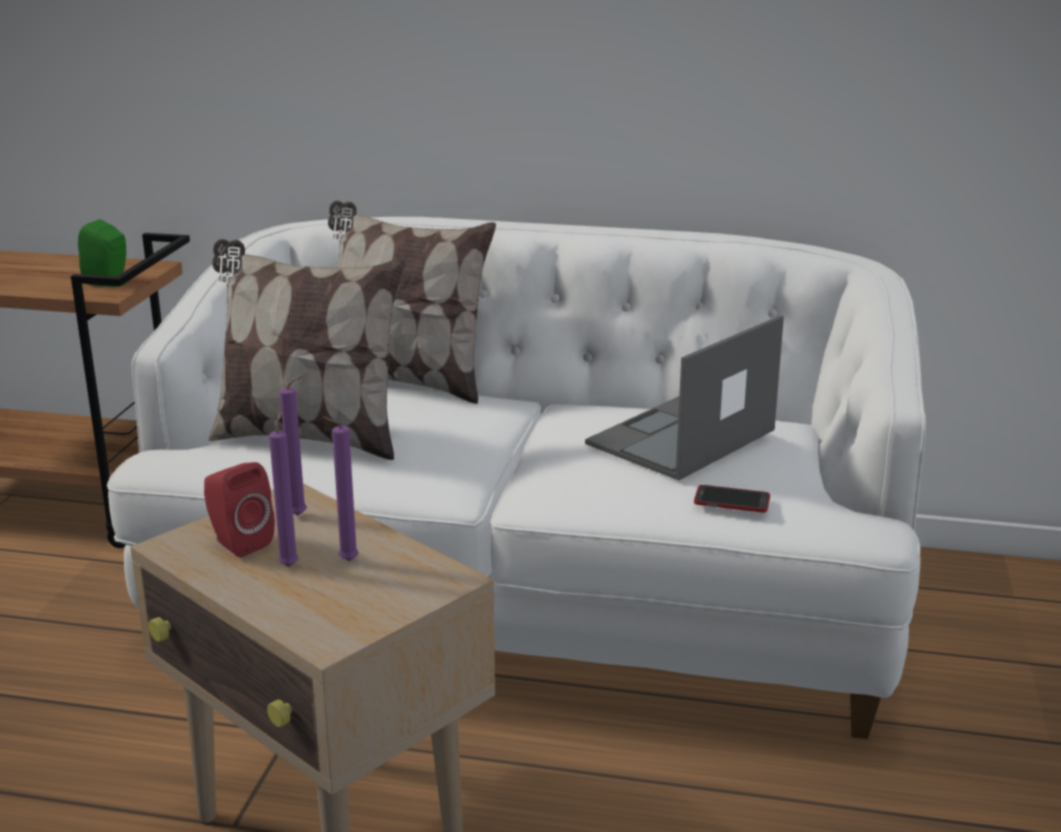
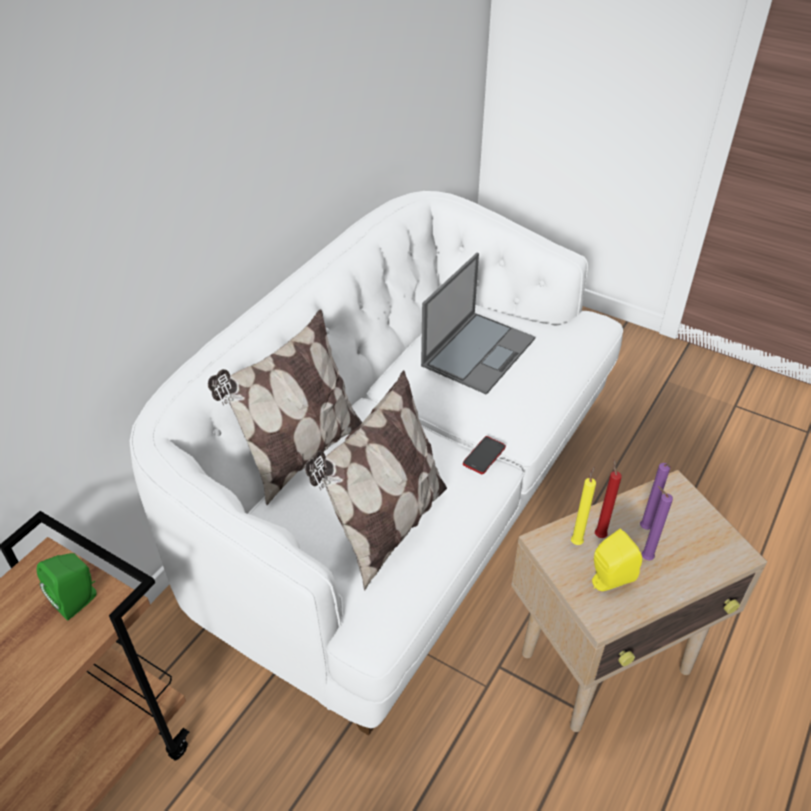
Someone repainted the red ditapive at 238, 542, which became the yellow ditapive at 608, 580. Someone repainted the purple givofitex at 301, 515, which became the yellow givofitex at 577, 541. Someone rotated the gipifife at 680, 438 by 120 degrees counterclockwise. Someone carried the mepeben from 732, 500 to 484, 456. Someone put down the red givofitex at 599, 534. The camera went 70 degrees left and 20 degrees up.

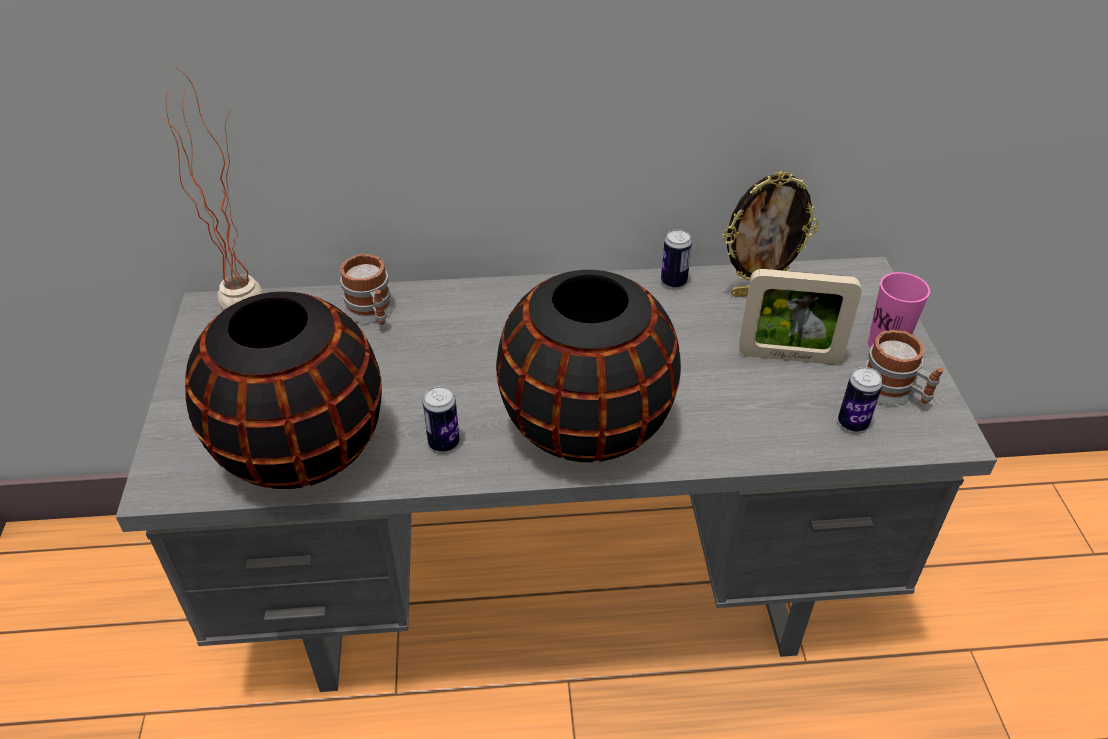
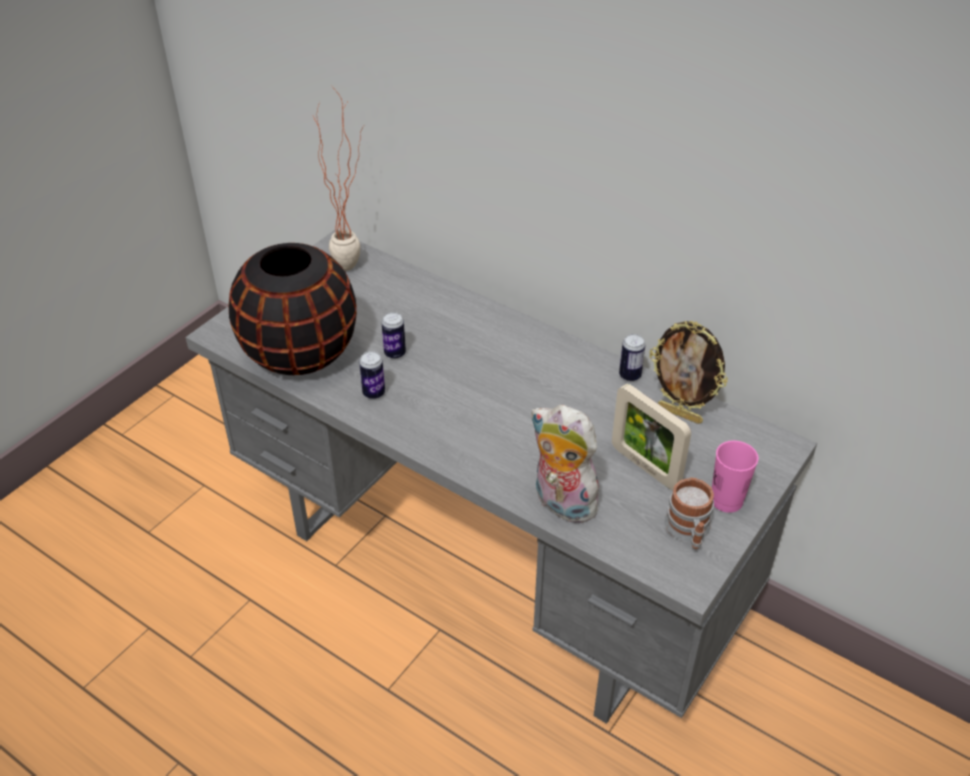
Someone took away the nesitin at 372, 313. Someone took away the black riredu at 585, 426. Someone carried the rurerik from 852, 423 to 395, 353. Someone put down the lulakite at 561, 503. The camera went 40 degrees right and 0 degrees up.

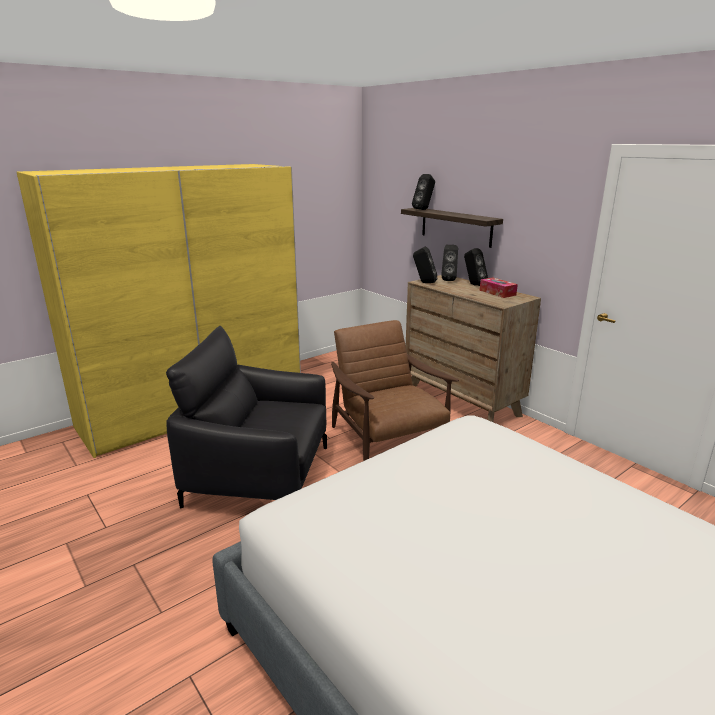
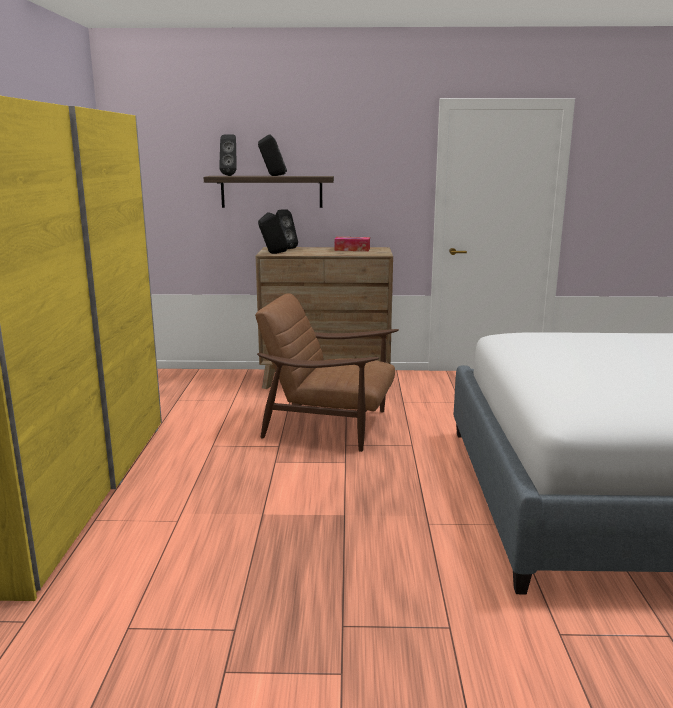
Someone took away the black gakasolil at 260, 475. Someone carried the black ditapive from 473, 284 to 273, 176. The camera went 50 degrees left and 5 degrees down.

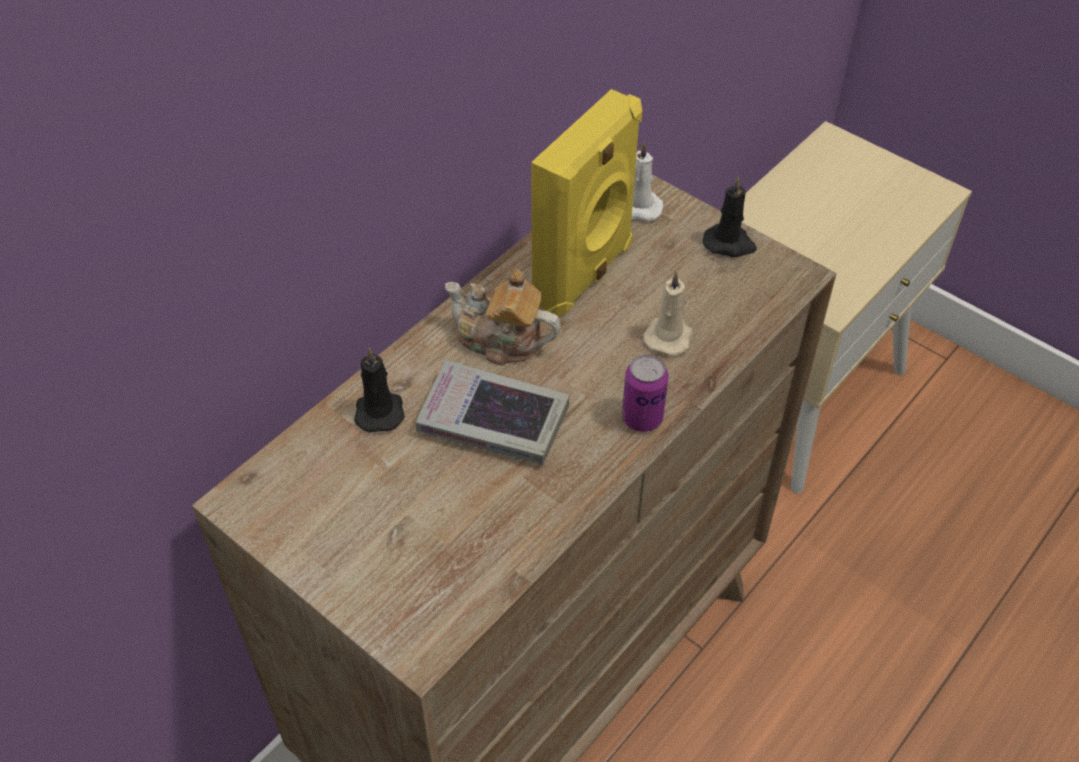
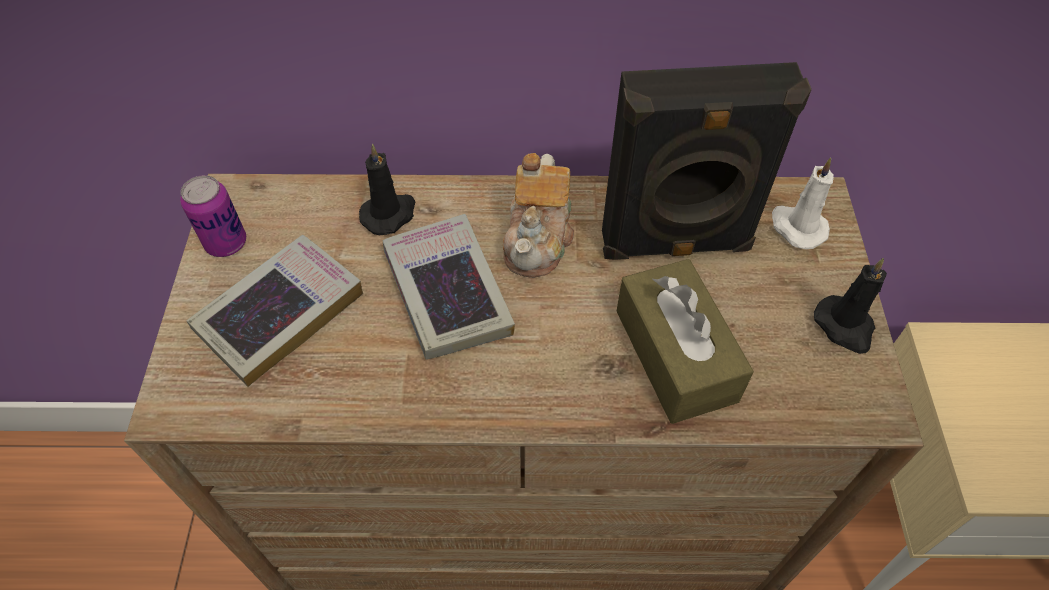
Someone rotated the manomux at 501, 341 by 150 degrees counterclockwise. Someone repainted the yellow ditapive at 585, 275, which became the black ditapive at 676, 245. Someone carried the rurerik from 642, 418 to 226, 243. Someone swapped the beige givofitex at 669, 336 for the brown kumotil at 675, 355. Someone put down the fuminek at 280, 313. The camera went 50 degrees right and 5 degrees up.

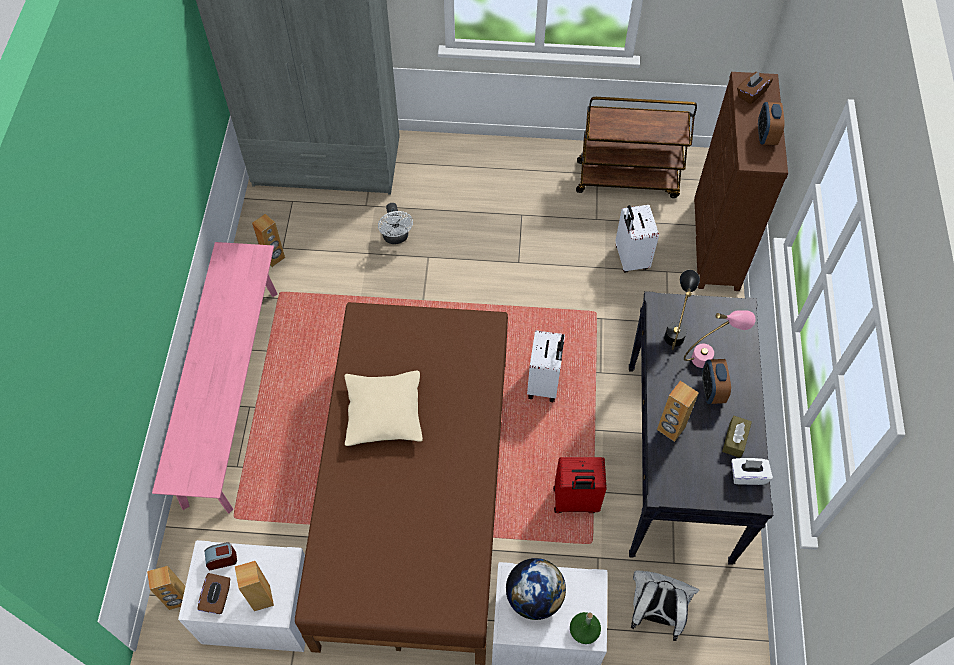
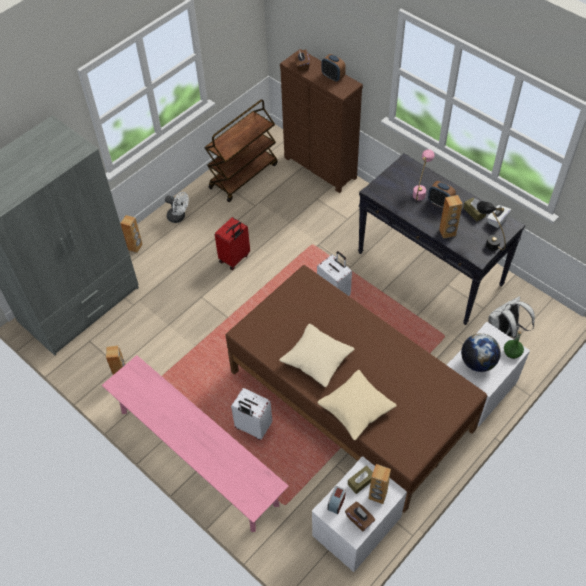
Someone carried the brown ditapive from 178, 599 to 135, 247. Someone carried the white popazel from 396, 238 to 179, 217. Someone carried the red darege from 575, 501 to 235, 258. Someone carried the white darege from 630, 258 to 253, 427. Someone carried the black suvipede from 675, 329 to 487, 241. Someone put down the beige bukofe at 356, 409. Someone put down the brown kumotil at 361, 481. The camera went 50 degrees left and 5 degrees down.

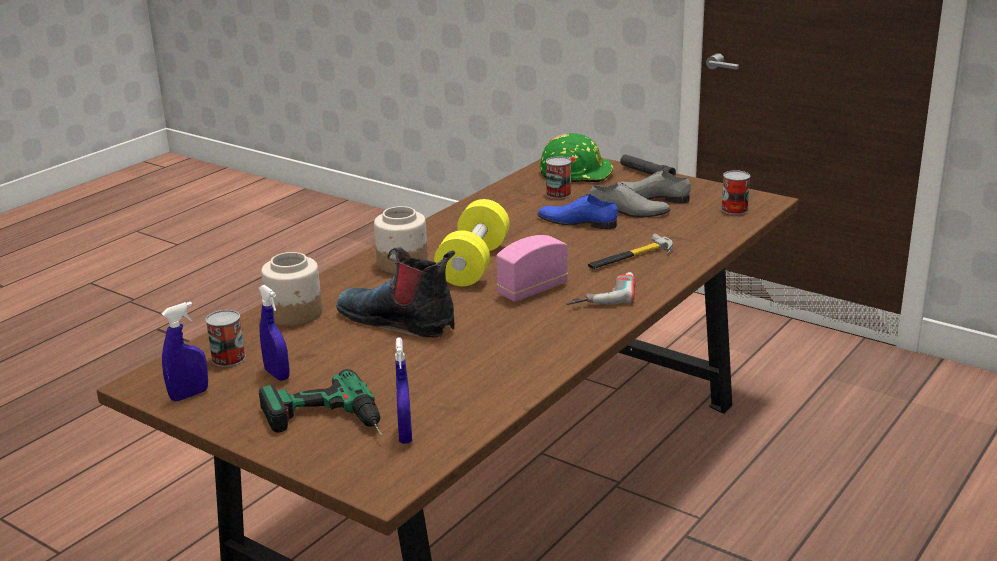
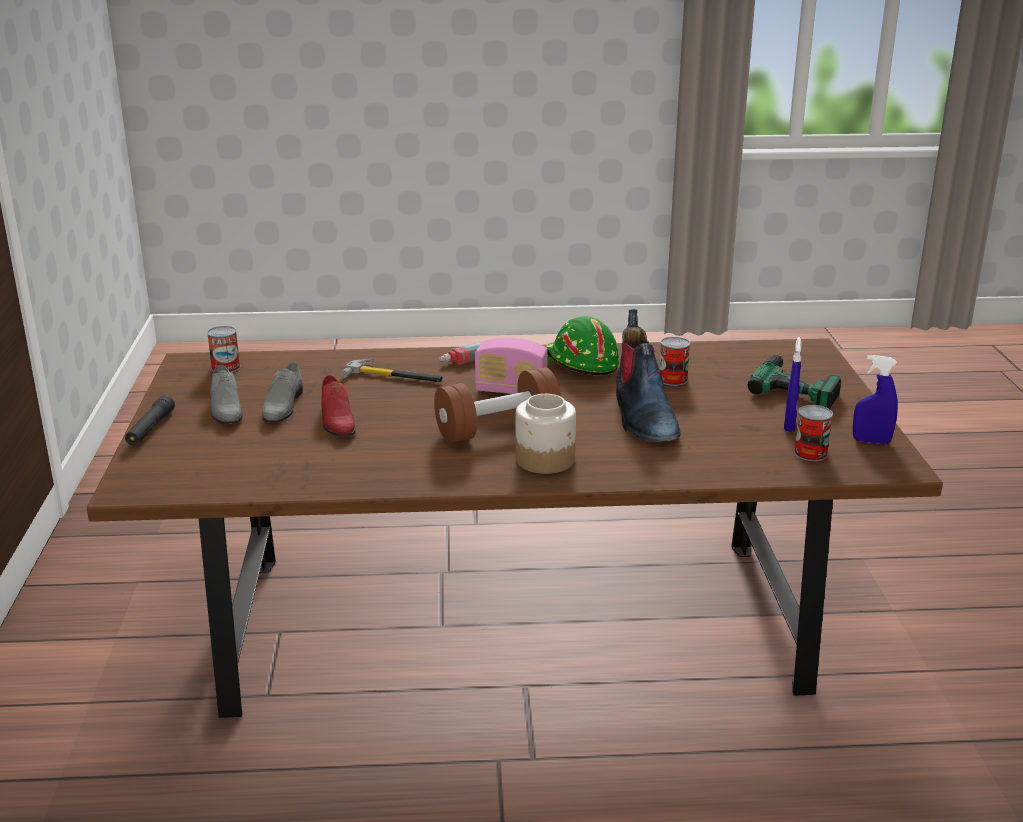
Someone took away the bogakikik at 295, 314. Someone took away the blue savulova at 405, 435. Someone repainted the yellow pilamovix at 474, 264, which became the brown pilamovix at 498, 429. Someone repainted the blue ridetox at 577, 221, which became the red ridetox at 336, 419. Someone carried the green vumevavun from 576, 173 to 580, 363. Someone carried the rurerik from 558, 194 to 673, 379. Someone rotated the grey ridetox at 629, 212 by 150 degrees counterclockwise. The camera went 130 degrees left and 0 degrees up.

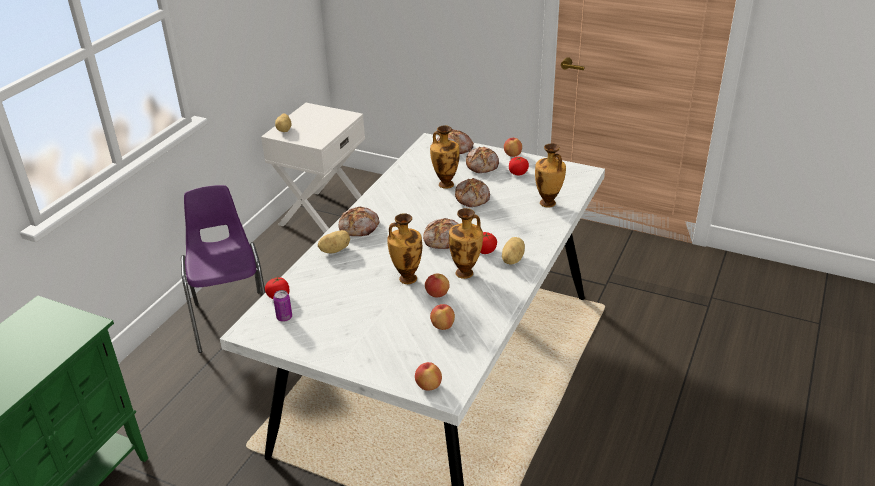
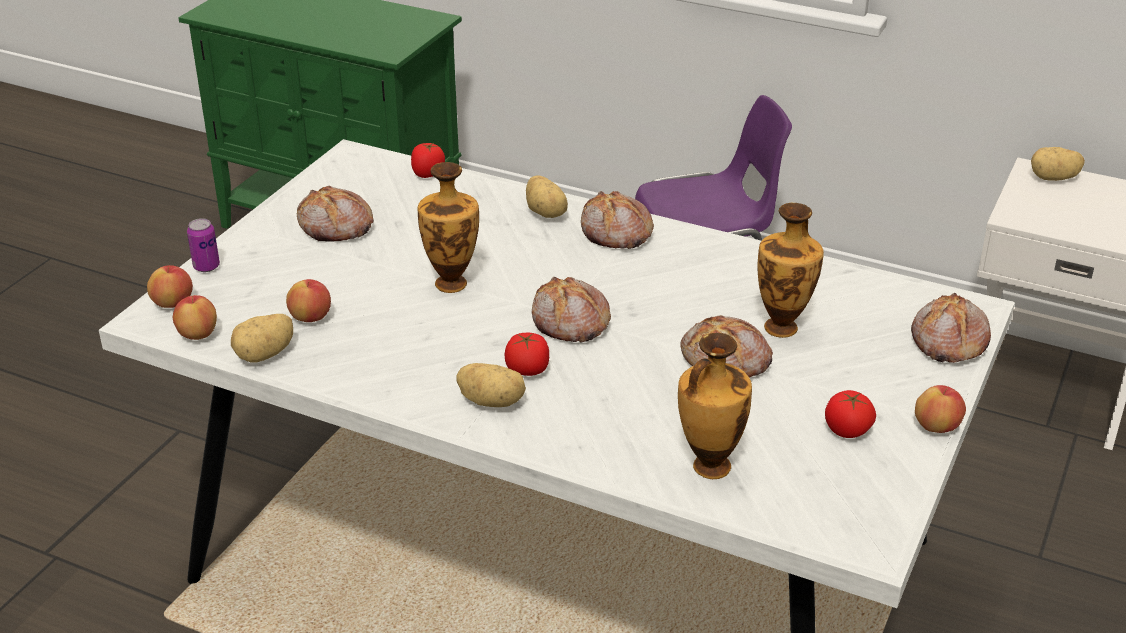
Someone carried the rurerik from 284, 317 to 206, 266. Someone carried the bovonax from 437, 294 to 198, 334. Someone took away the riredu at 466, 273. Someone carried the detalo from 483, 165 to 335, 227. Someone put down the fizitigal at 265, 354. The camera went 90 degrees right and 0 degrees up.

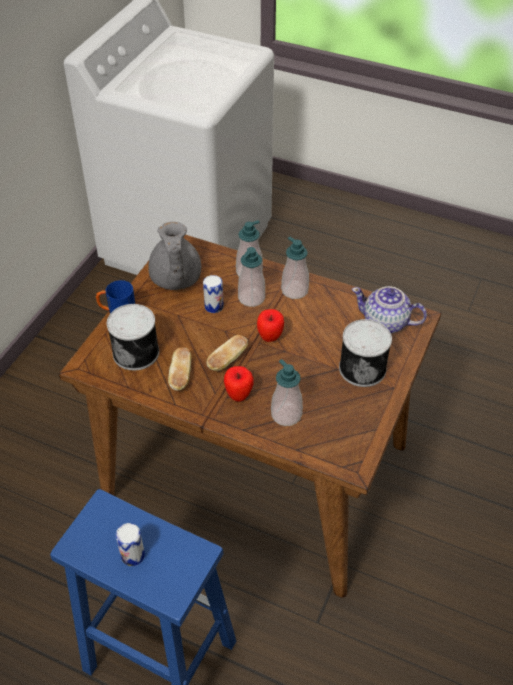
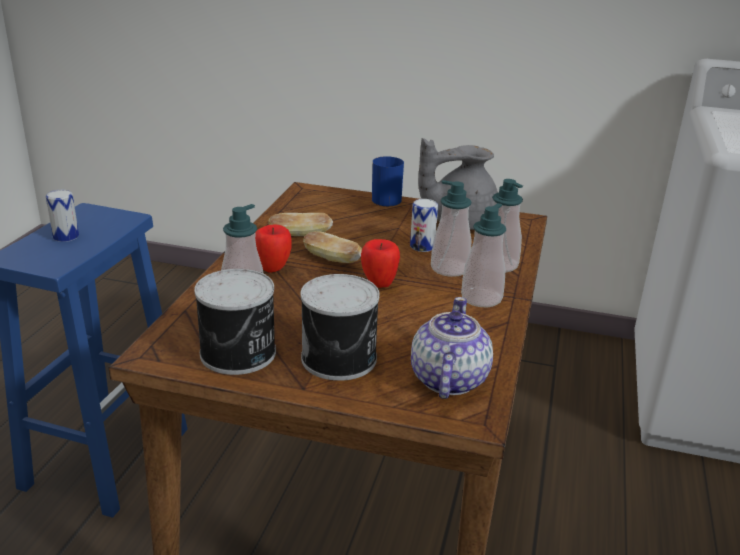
Someone carried the rurerik from 137, 352 to 239, 353. The camera went 80 degrees right and 20 degrees down.

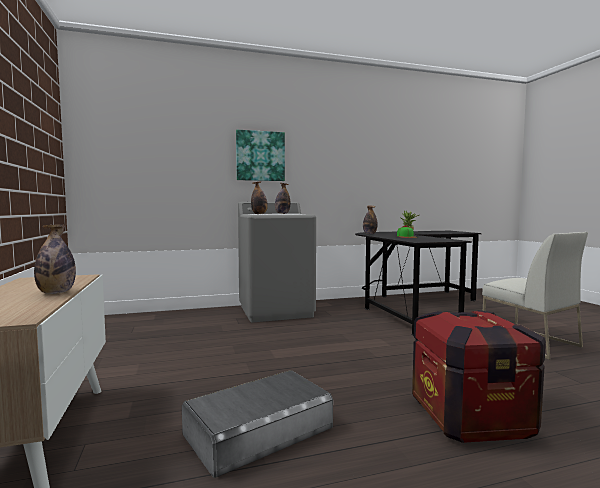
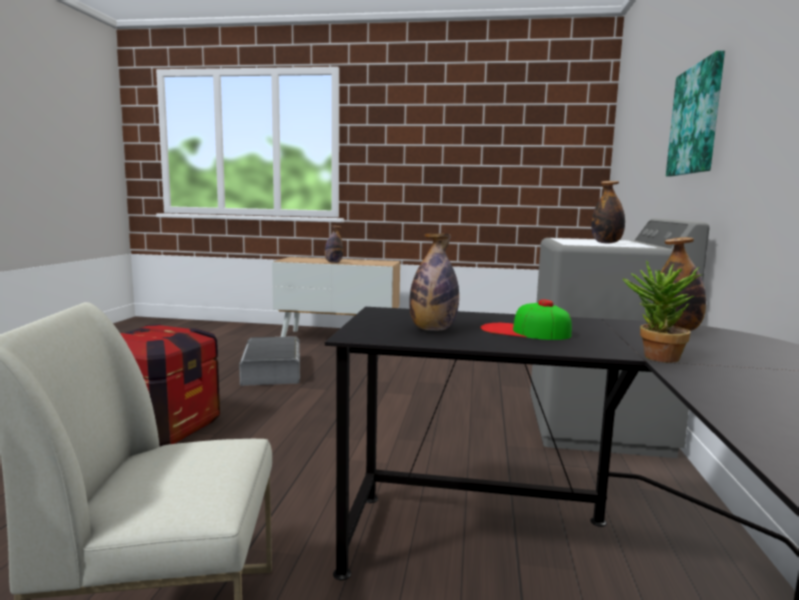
Someone carried the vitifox from 259, 214 to 432, 329. The camera went 115 degrees right and 5 degrees up.

